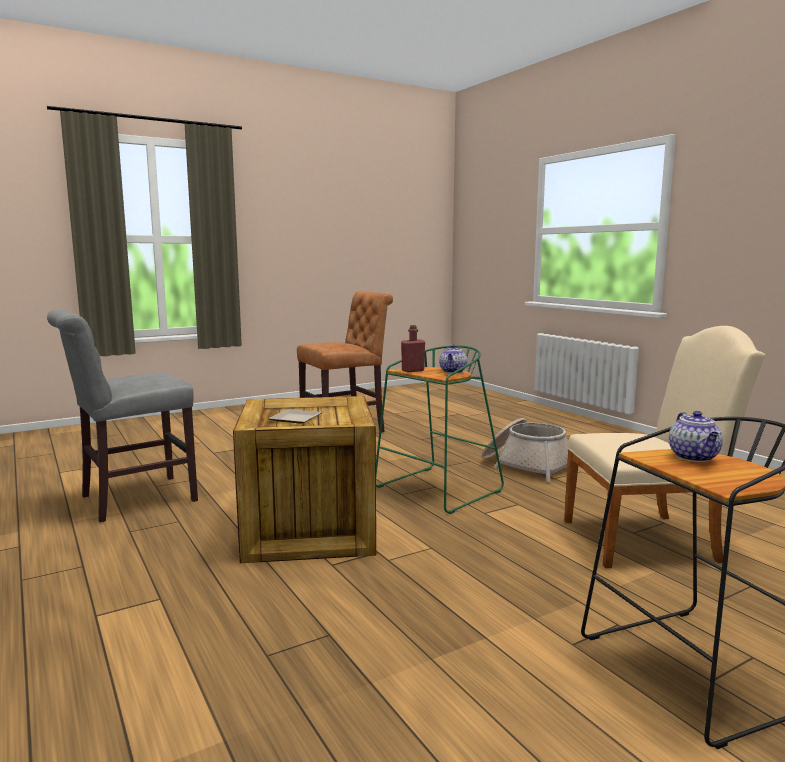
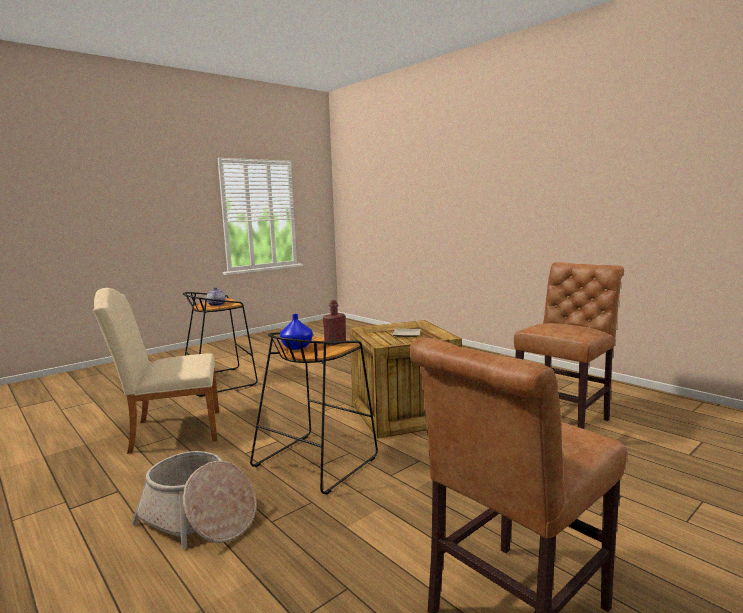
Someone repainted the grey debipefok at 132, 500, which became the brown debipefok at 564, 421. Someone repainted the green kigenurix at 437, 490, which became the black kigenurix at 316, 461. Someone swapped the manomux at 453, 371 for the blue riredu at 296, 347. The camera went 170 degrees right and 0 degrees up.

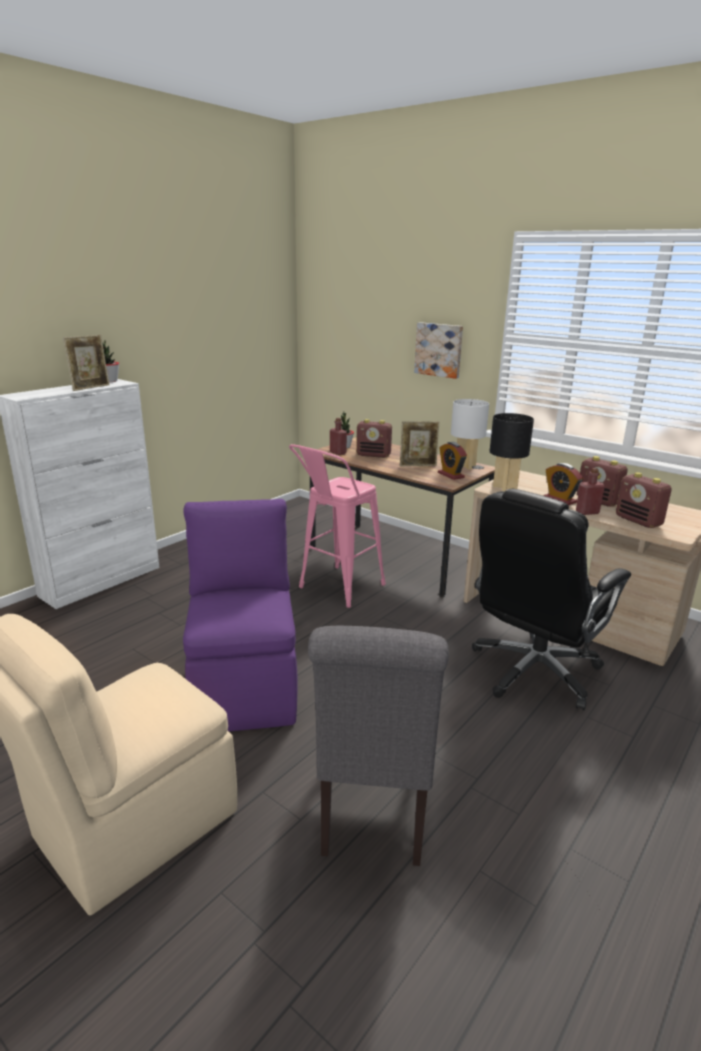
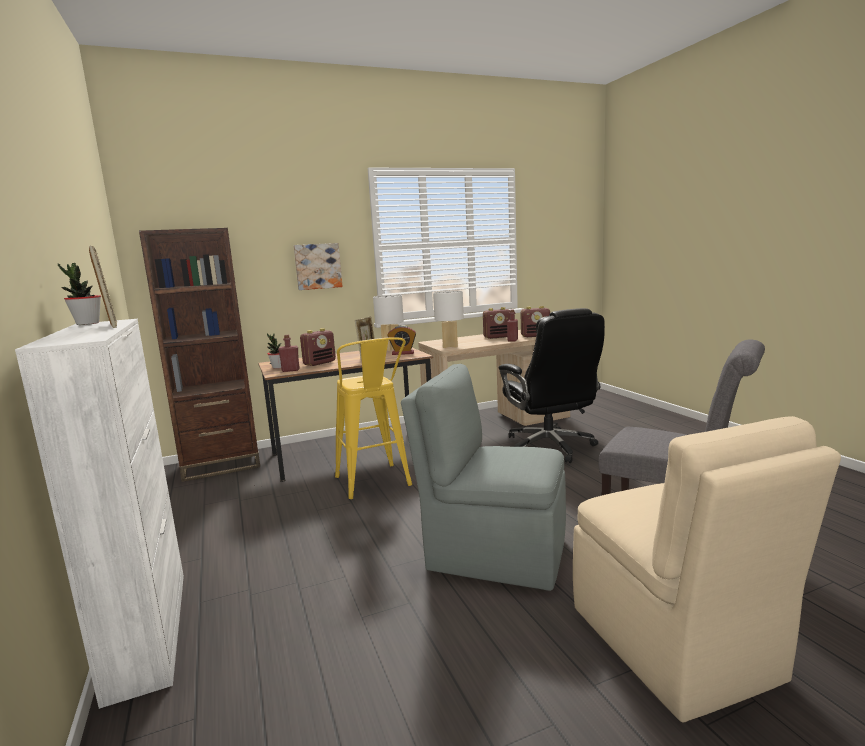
Someone repainted the purple debipefok at 245, 686, which became the grey debipefok at 493, 553. Someone repainted the pink kigenurix at 336, 589, which became the yellow kigenurix at 375, 485. Someone repainted the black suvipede at 504, 487, which became the white suvipede at 450, 346. Someone took away the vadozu at 560, 500. Someone put down the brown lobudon at 221, 465. The camera went 60 degrees left and 10 degrees down.

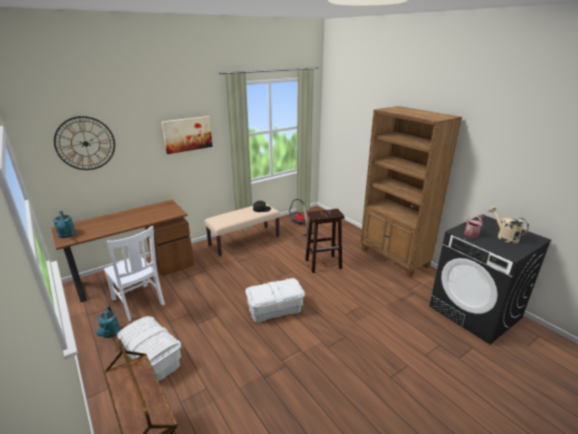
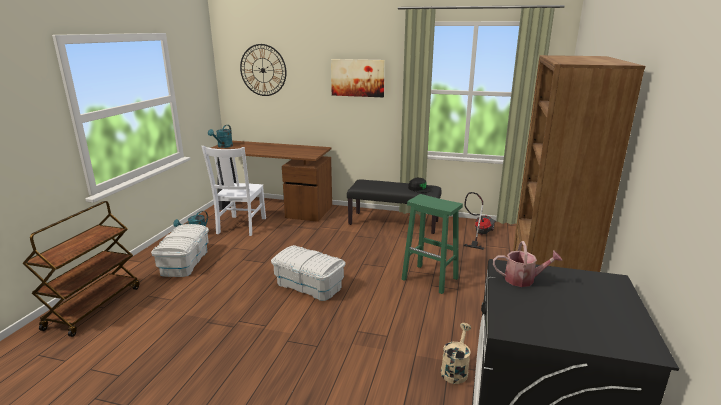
Someone repainted the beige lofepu at 244, 240, which became the black lofepu at 394, 222. Someone repainted the brown kigenurix at 323, 264, which became the green kigenurix at 430, 279. Someone carried the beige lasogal from 504, 236 to 455, 369. The camera went 50 degrees right and 5 degrees down.

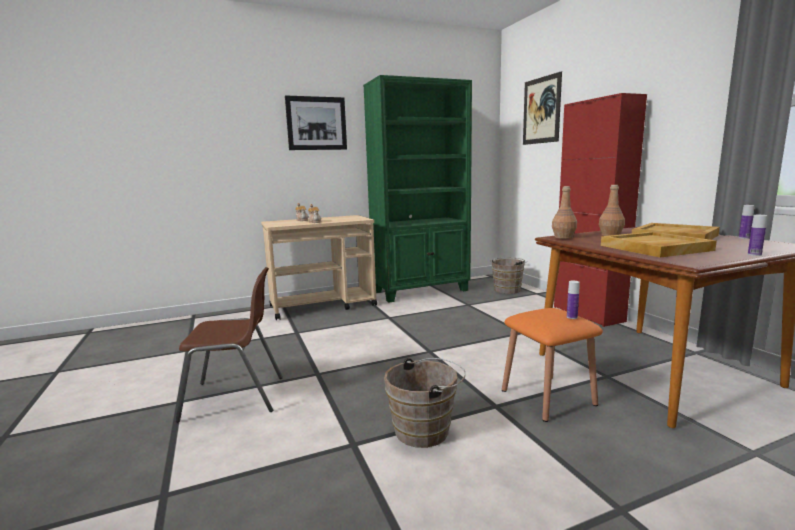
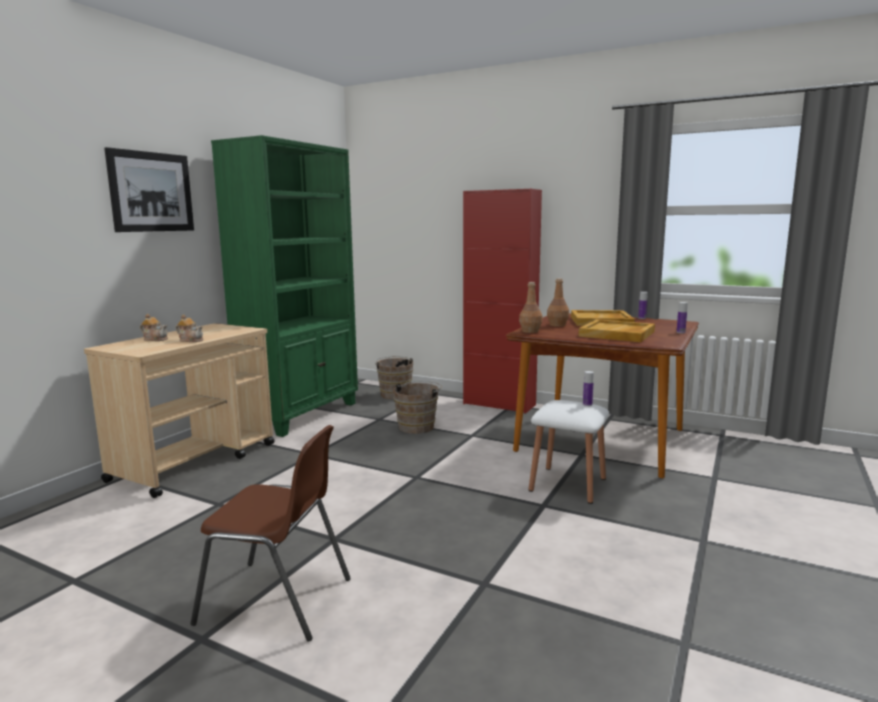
Someone rotated the brown debipefok at 236, 397 by 60 degrees clockwise. Someone carried the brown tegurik from 426, 430 to 418, 426. Someone repainted the orange kigenurix at 548, 397, which became the white kigenurix at 567, 484. Someone took away the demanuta at 541, 110. The camera went 40 degrees left and 0 degrees up.

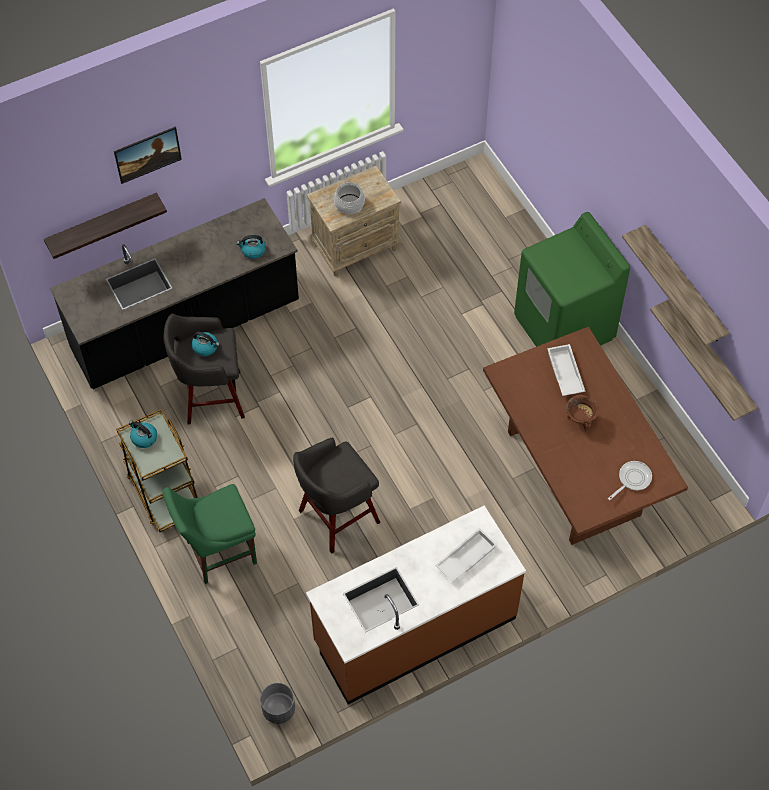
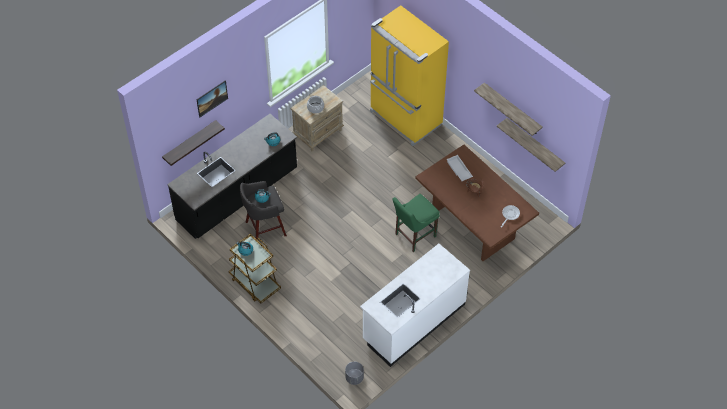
Someone carried the green debipefok from 217, 553 to 413, 236. Someone took away the grey kigenurix at 336, 518. Someone repainted the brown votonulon at 414, 629, which became the white votonulon at 413, 322. Someone took away the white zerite at 465, 557. Someone took away the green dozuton at 564, 328. Someone put down the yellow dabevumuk at 405, 119. The camera went 15 degrees left and 5 degrees down.

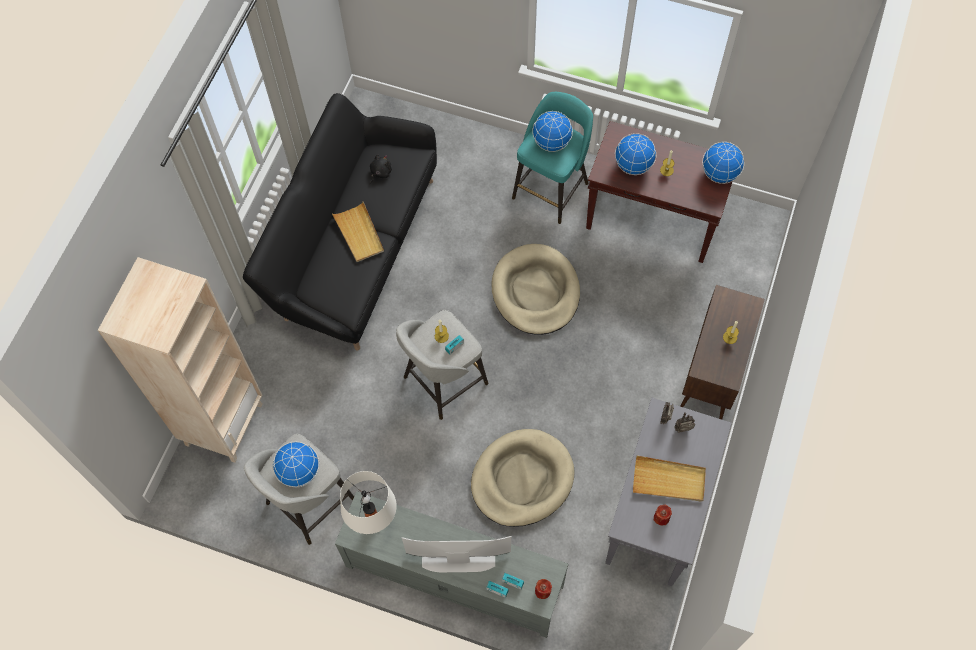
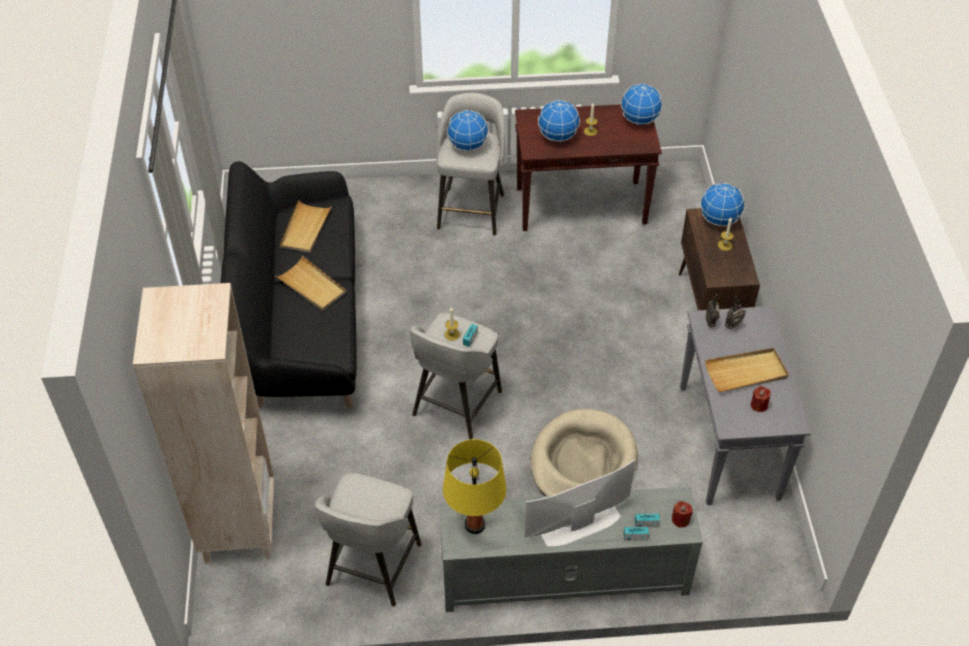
Someone carried the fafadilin from 299, 472 to 719, 220. Someone repainted the white suvipede at 374, 523, which became the yellow suvipede at 475, 525. Someone swapped the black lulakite at 380, 172 for the beige zerite at 305, 229. Someone took away the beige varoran at 535, 292. Someone repainted the turquoise kigenurix at 551, 189, which became the grey kigenurix at 471, 209. The camera went 25 degrees left and 15 degrees down.

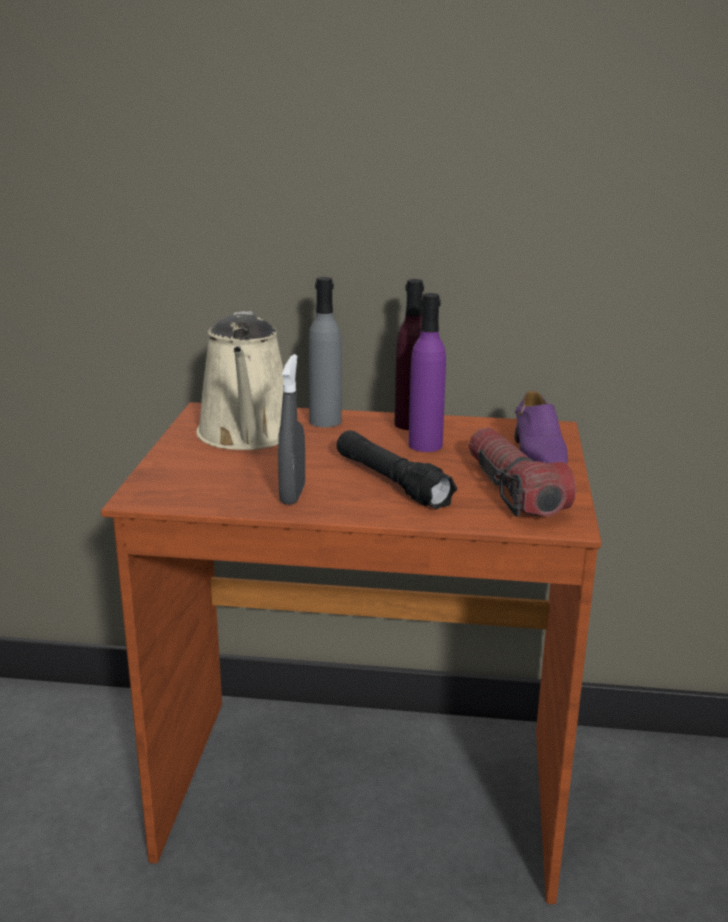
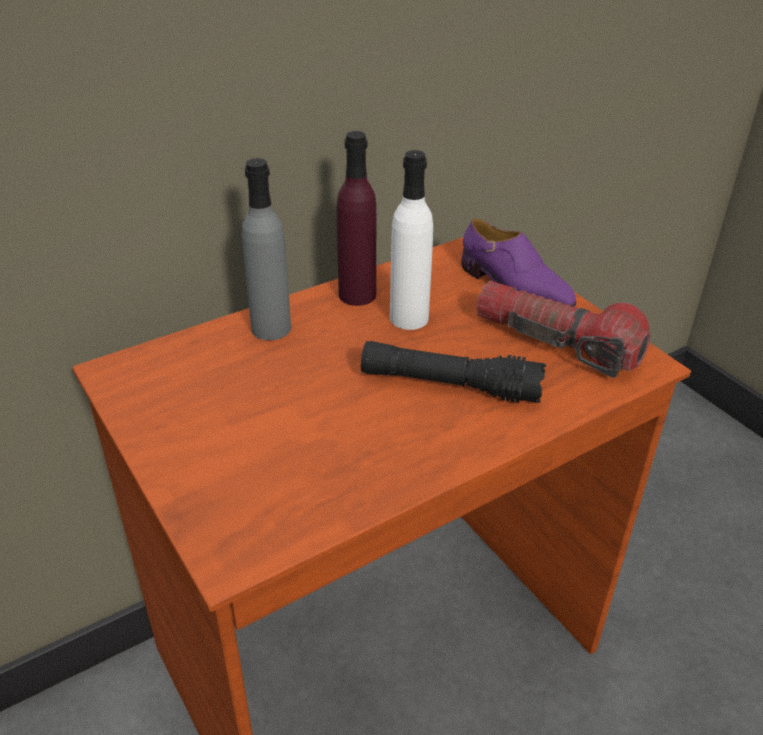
Someone took away the beige lasogal at 248, 435. Someone took away the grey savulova at 292, 494. Someone repainted the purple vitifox at 425, 445, which became the white vitifox at 409, 318. The camera went 40 degrees left and 15 degrees up.

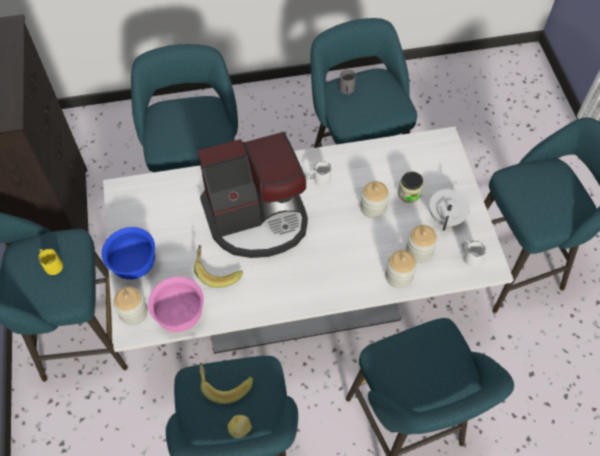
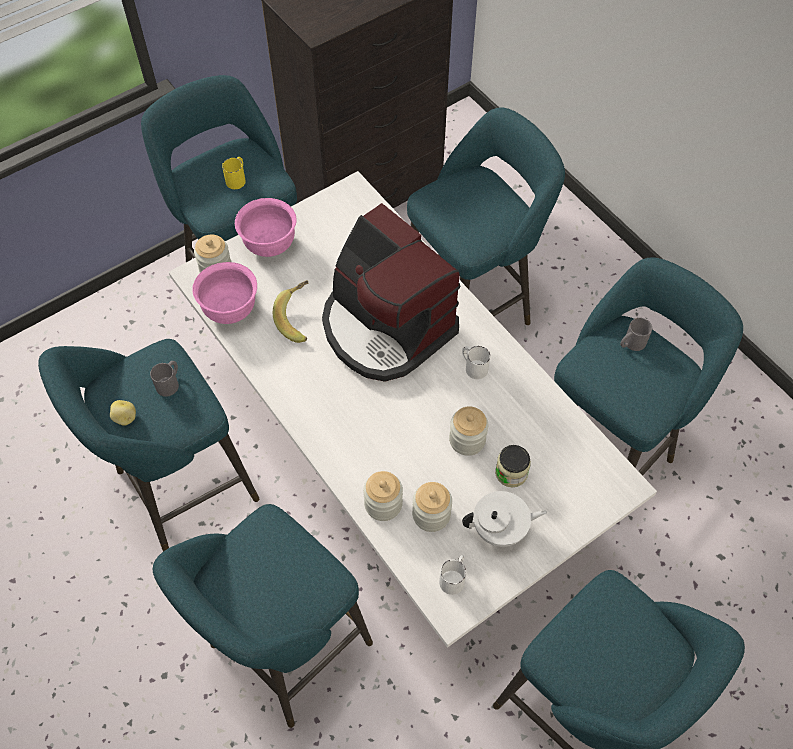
Someone repainted the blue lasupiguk at 134, 265, which became the pink lasupiguk at 269, 244. Someone swapped the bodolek at 224, 383 for the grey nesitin at 170, 382. The camera went 65 degrees right and 0 degrees up.

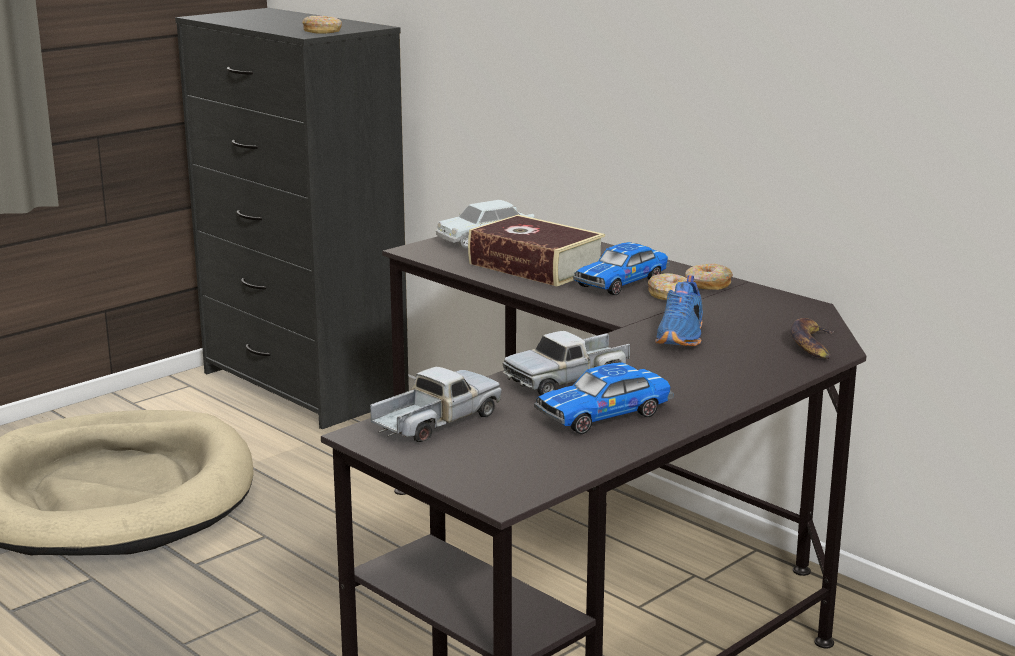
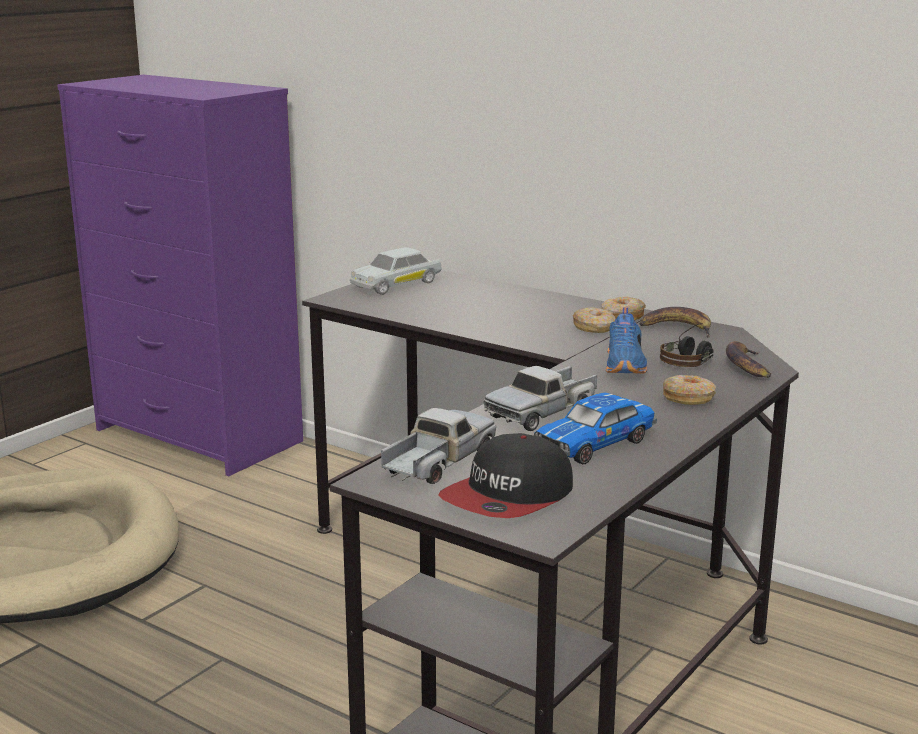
Someone repainted the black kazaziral at 305, 386, which became the purple kazaziral at 200, 436. Someone carried the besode from 323, 31 to 688, 398. Someone took away the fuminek at 535, 266. Someone took away the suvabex at 622, 282. Someone put down the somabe at 509, 497. Someone put down the bodolek at 677, 328. Someone put down the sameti at 690, 358. The camera went 10 degrees left and 0 degrees up.

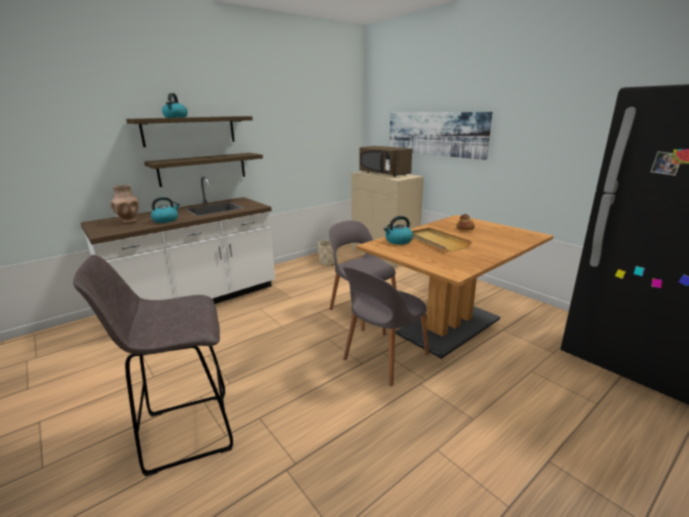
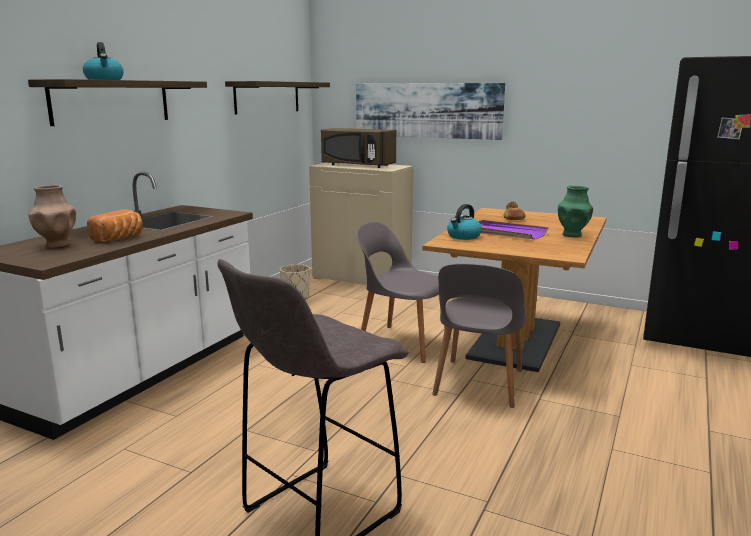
Someone carried the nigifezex from 203, 169 to 267, 97. Someone swapped the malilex at 166, 220 for the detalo at 120, 238. Someone repainted the beige zerite at 437, 241, which became the purple zerite at 505, 232. Someone put down the green riredu at 572, 235. The camera went 25 degrees left and 5 degrees down.

